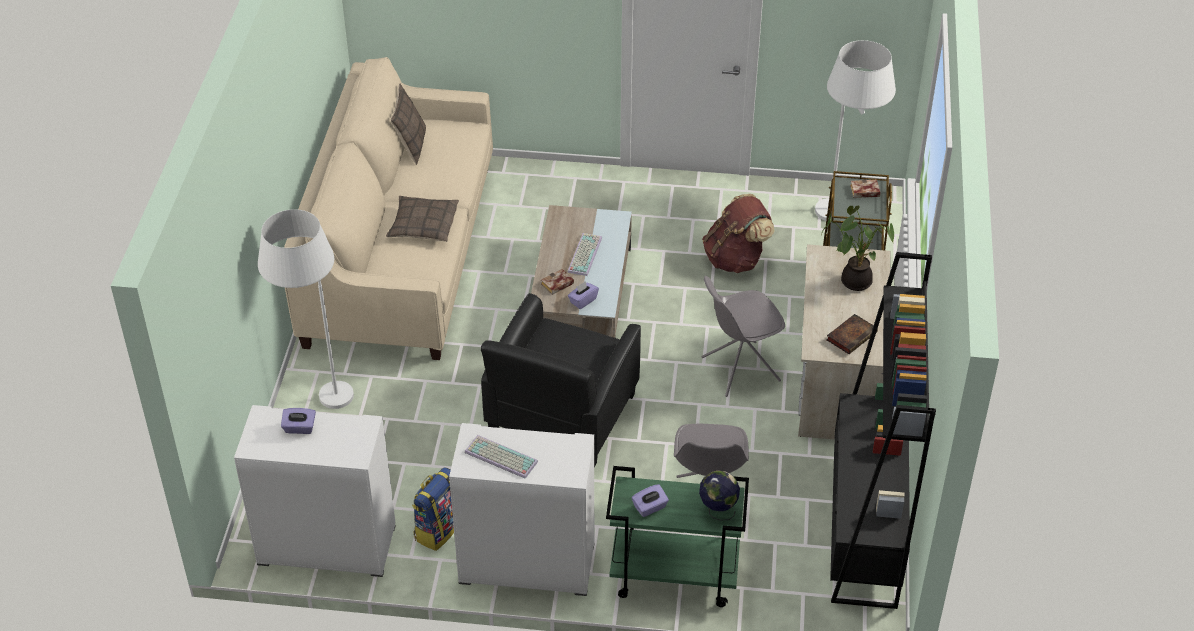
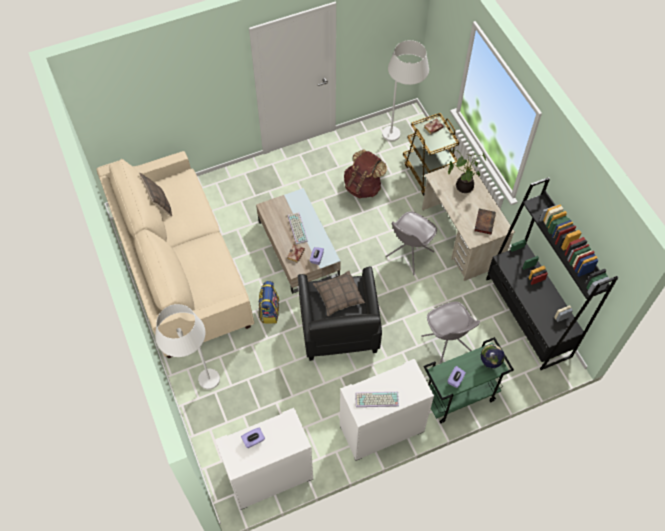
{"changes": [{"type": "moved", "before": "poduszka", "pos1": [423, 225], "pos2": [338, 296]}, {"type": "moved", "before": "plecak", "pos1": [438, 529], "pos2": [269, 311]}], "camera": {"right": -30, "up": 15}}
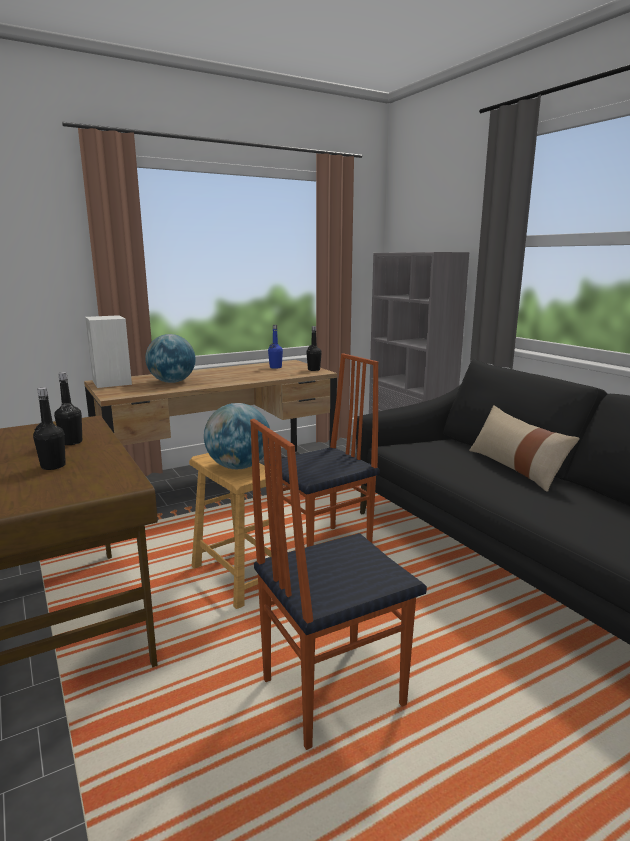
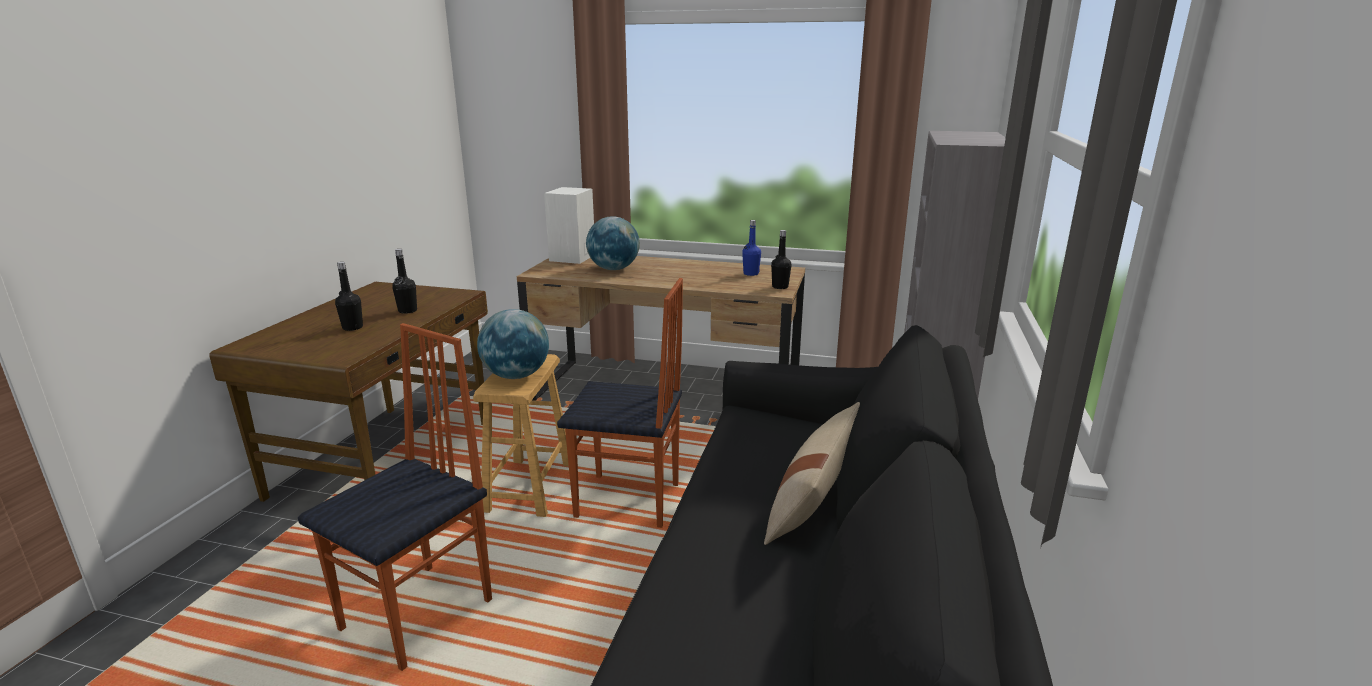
{"changes": [{"type": "turned", "before": "krzesło", "pos1": [330, 691], "pos2": [420, 614], "turn": 105}], "camera": {"right": 45, "up": 5}}
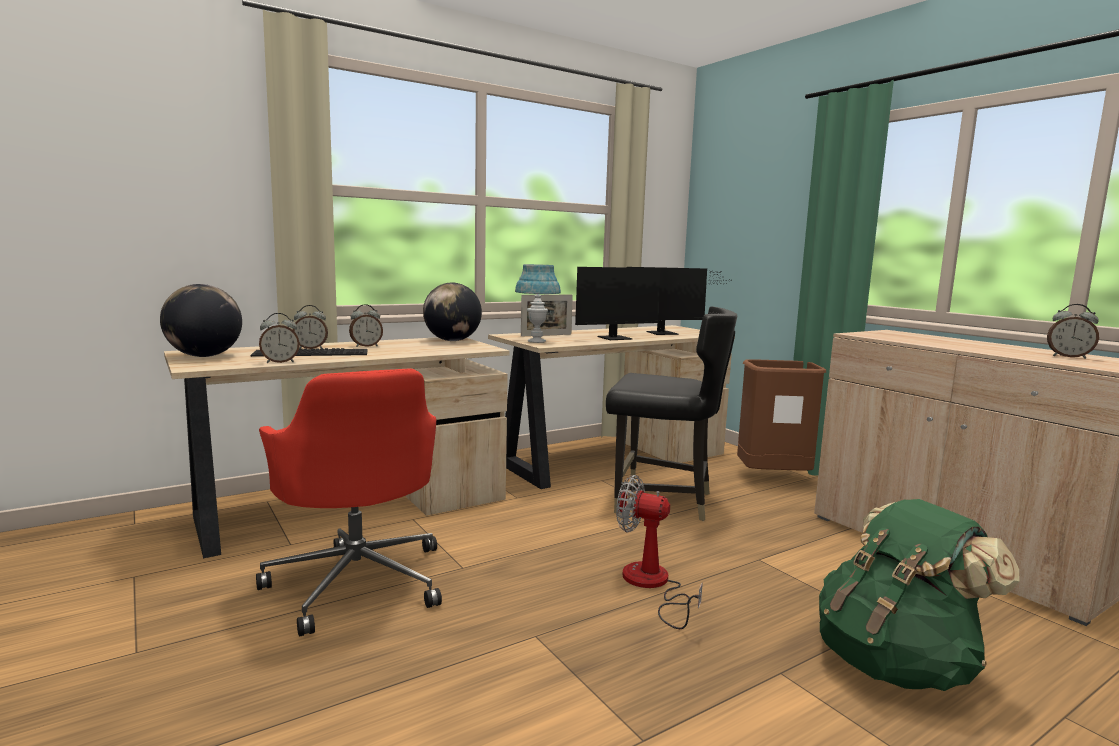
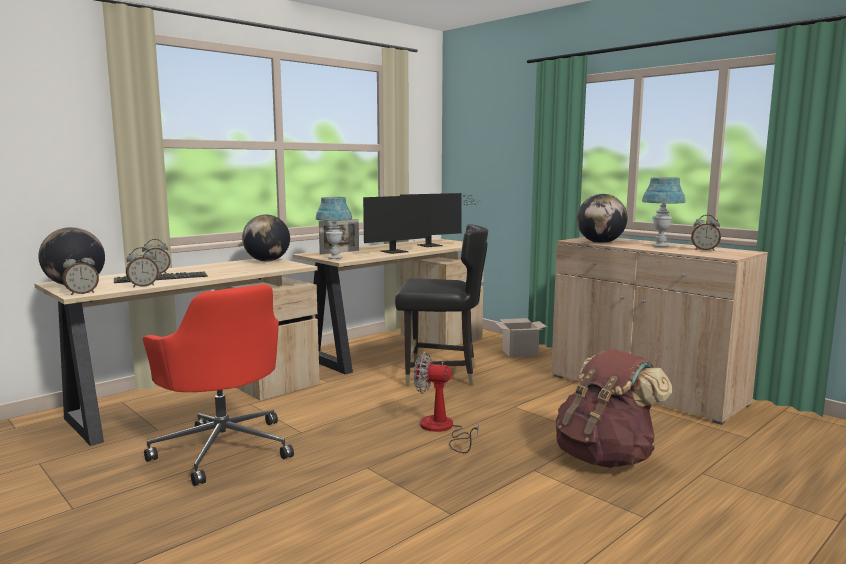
{"changes": [{"type": "added", "after": "globus", "pos2": [600, 243]}, {"type": "added", "after": "lampa stołowa [niebieski]", "pos2": [660, 246]}, {"type": "moved", "before": "budzik", "pos1": [366, 346], "pos2": [82, 293]}, {"type": "replaced", "before": "kosz na śmieci [brązowy]", "after": "karton", "pos1": [773, 479], "pos2": [520, 352]}, {"type": "recoloured", "before": "plecak [zielony]", "after": "plecak [brązowy]", "pos1": [895, 664], "pos2": [605, 457]}], "camera": {"right": -10, "up": 0}}
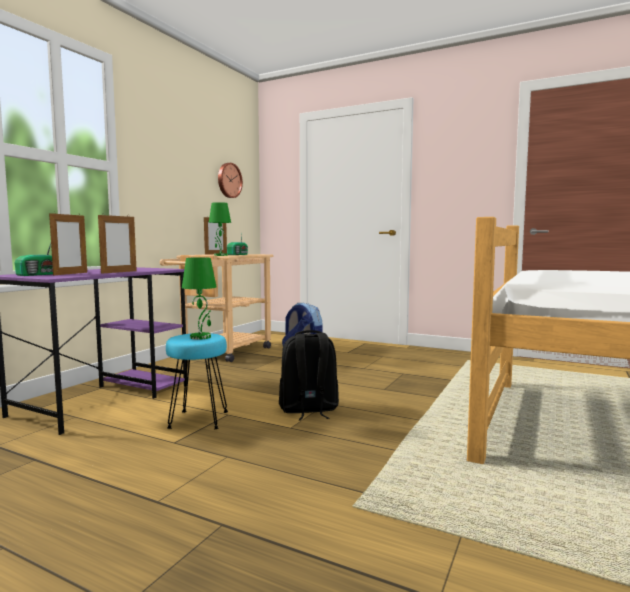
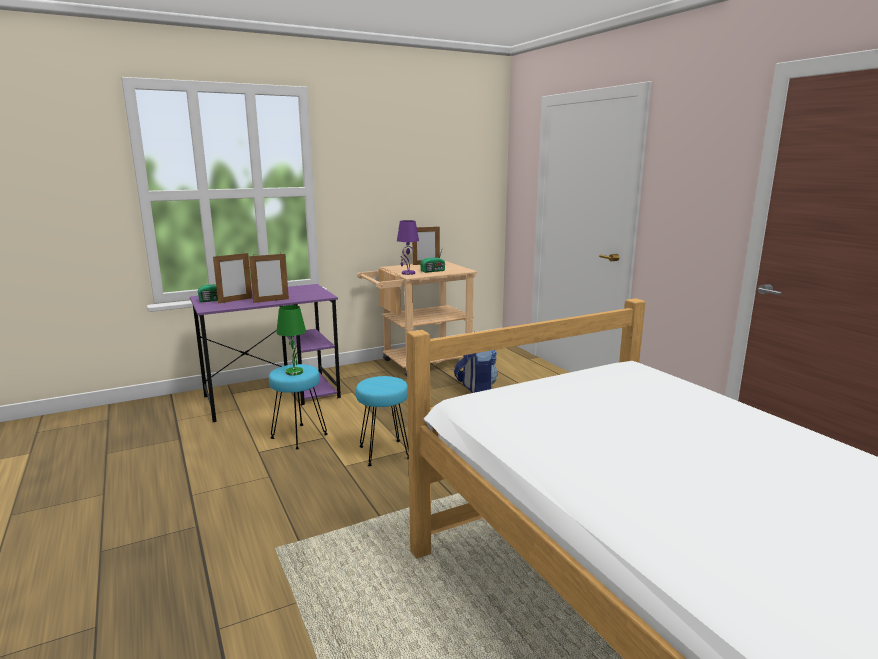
{"changes": [{"type": "removed", "before": "zegar ścienny", "pos1": [228, 180]}, {"type": "replaced", "before": "plecak [czarny]", "after": "stołek [turkusowy]", "pos1": [308, 410], "pos2": [383, 453]}, {"type": "recoloured", "before": "lampa stołowa [zielony]", "after": "lampa stołowa [fioletowy]", "pos1": [220, 255], "pos2": [408, 273]}], "camera": {"right": 35, "up": 10}}
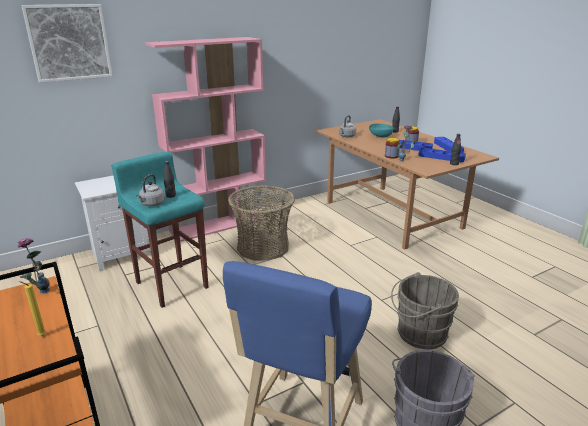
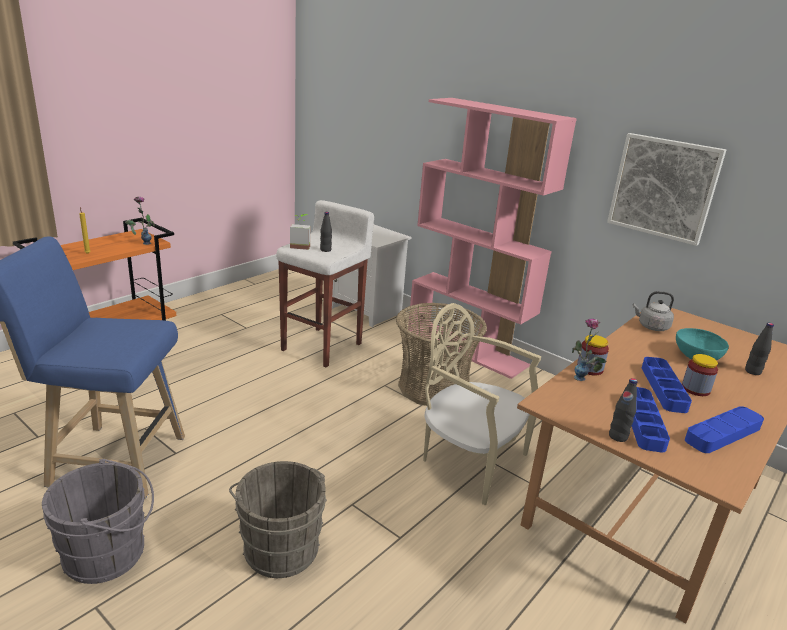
{"changes": [{"type": "added", "after": "krzesło [beżowy]", "pos2": [470, 461]}, {"type": "moved", "before": "obraz", "pos1": [69, 42], "pos2": [663, 188]}, {"type": "replaced", "before": "czajnik [szary]", "after": "roślina doniczkowa", "pos1": [152, 204], "pos2": [300, 246]}, {"type": "recoloured", "before": "stołek [turkusowy]", "after": "stołek [biały]", "pos1": [172, 284], "pos2": [323, 346]}], "camera": {"right": 70, "up": 0}}
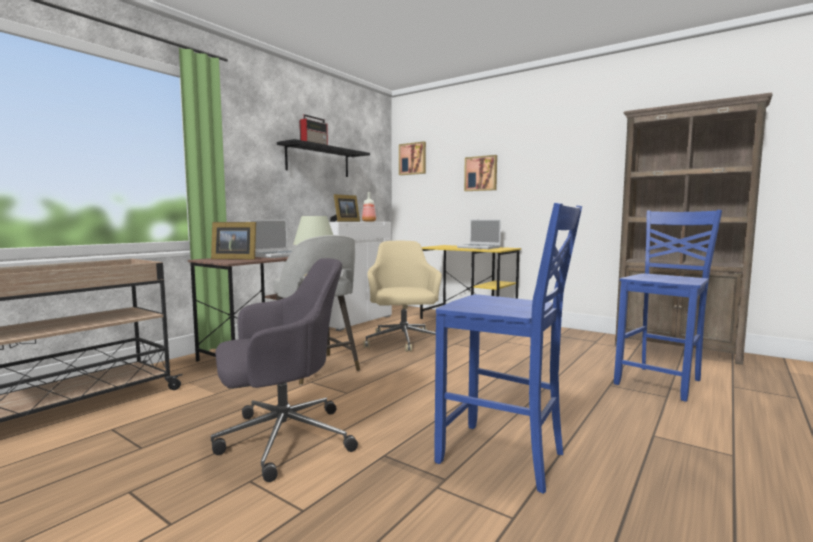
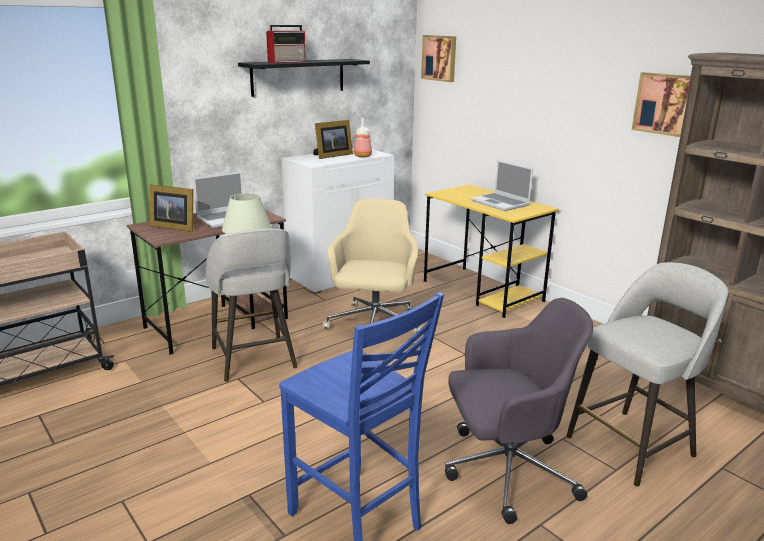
{"changes": [{"type": "moved", "before": "krzesło biurowe [szary]", "pos1": [281, 439], "pos2": [505, 471]}, {"type": "moved", "before": "obraz", "pos1": [481, 173], "pos2": [666, 104]}, {"type": "replaced", "before": "krzesło [niebieski]", "after": "stołek [szary]", "pos1": [661, 382], "pos2": [633, 445]}], "camera": {"right": 15, "up": 15}}
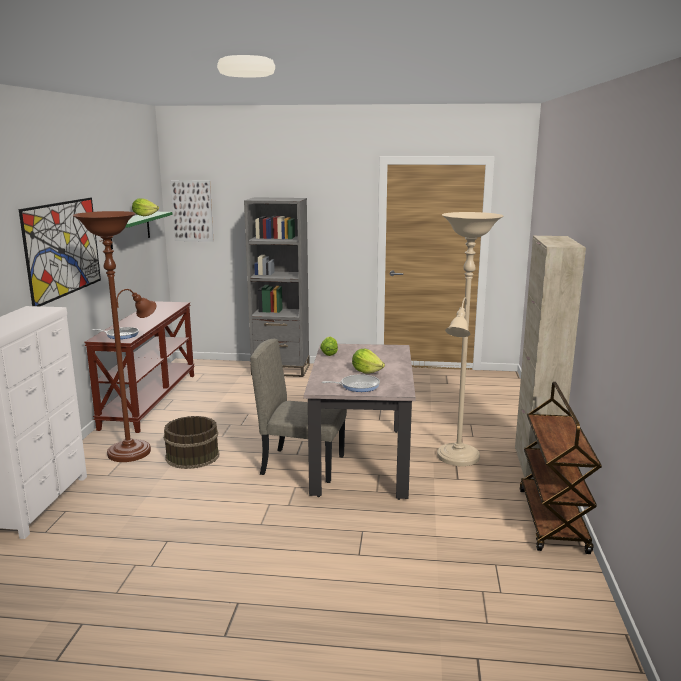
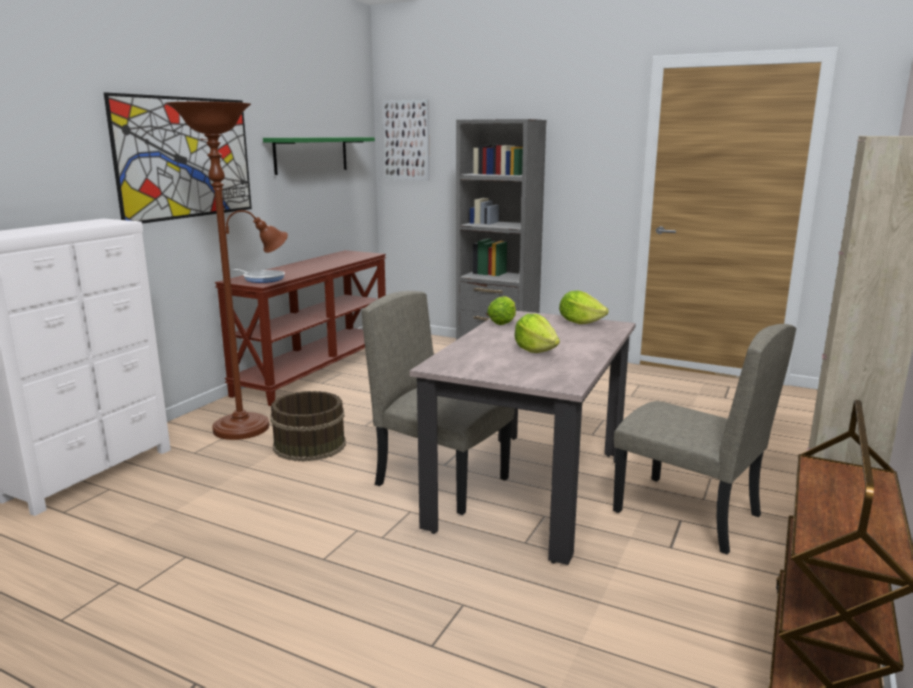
{"changes": [{"type": "removed", "before": "patelnia", "pos1": [357, 386]}, {"type": "moved", "before": "sałata", "pos1": [144, 216], "pos2": [580, 322]}, {"type": "replaced", "before": "lampa stojąca [beżowy]", "after": "krzesło [beżowy]", "pos1": [457, 459], "pos2": [686, 513]}], "camera": {"right": 20, "up": 0}}
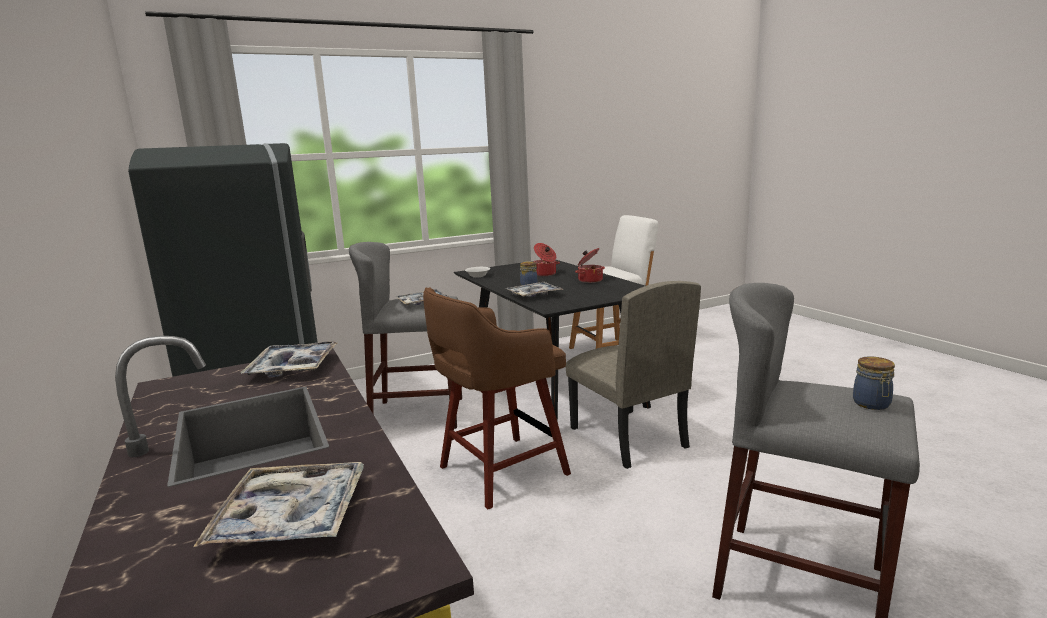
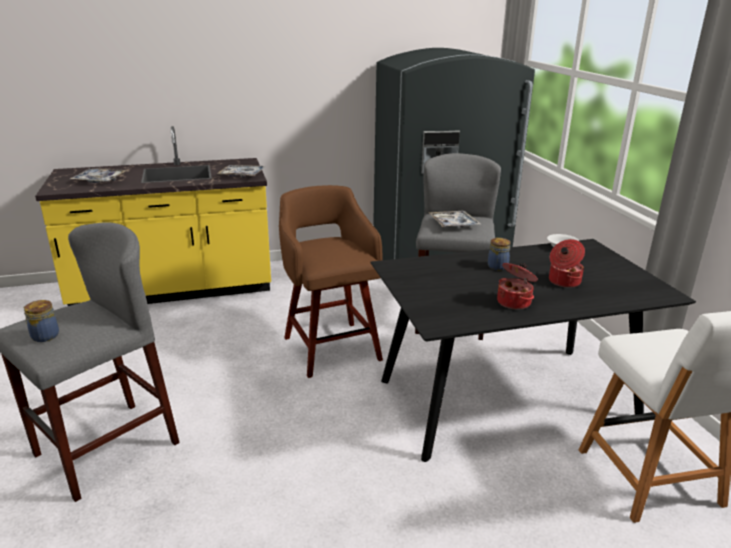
{"changes": [{"type": "removed", "before": "taca", "pos1": [534, 295]}, {"type": "removed", "before": "krzesło [beżowy]", "pos1": [627, 437]}], "camera": {"right": 100, "up": 10}}
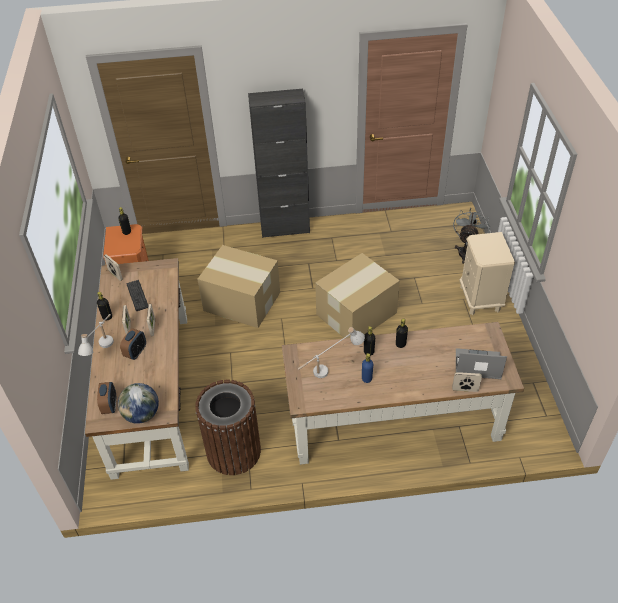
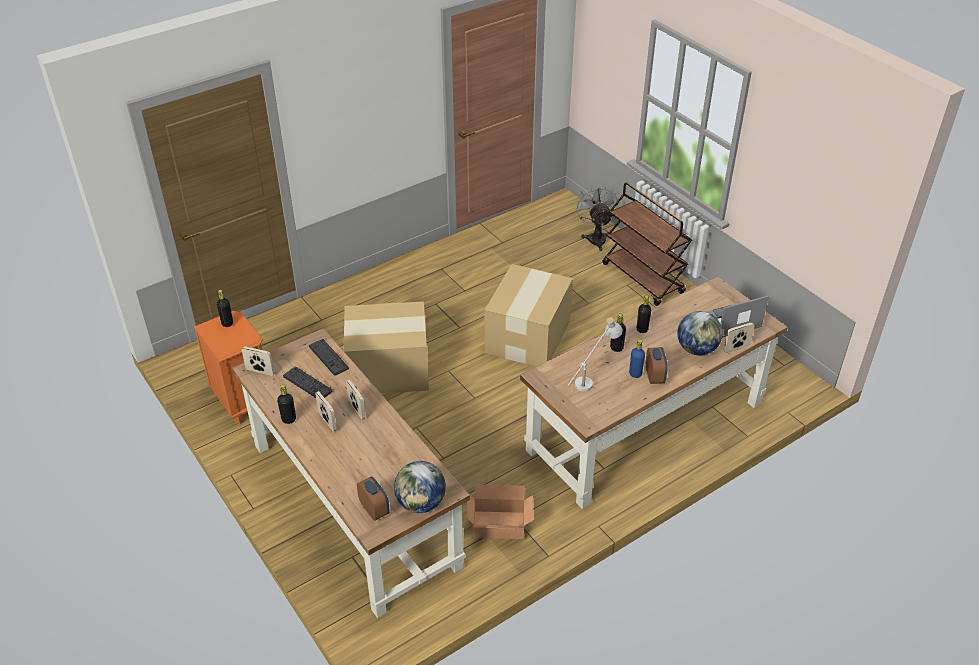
{"changes": [{"type": "removed", "before": "lampa stołowa [biały]", "pos1": [102, 350]}, {"type": "removed", "before": "szafka [czarny]", "pos1": [285, 228]}, {"type": "added", "after": "klawiatura", "pos2": [328, 357]}, {"type": "added", "after": "globus", "pos2": [697, 349]}, {"type": "moved", "before": "budzik", "pos1": [136, 352], "pos2": [654, 377]}, {"type": "replaced", "before": "kosz na śmieci [brązowy]", "after": "karton", "pos1": [233, 451], "pos2": [500, 526]}, {"type": "replaced", "before": "szafka nocna [beżowy]", "after": "wózek [brązowy]", "pos1": [480, 298], "pos2": [643, 279]}], "camera": {"right": -30, "up": -5}}
